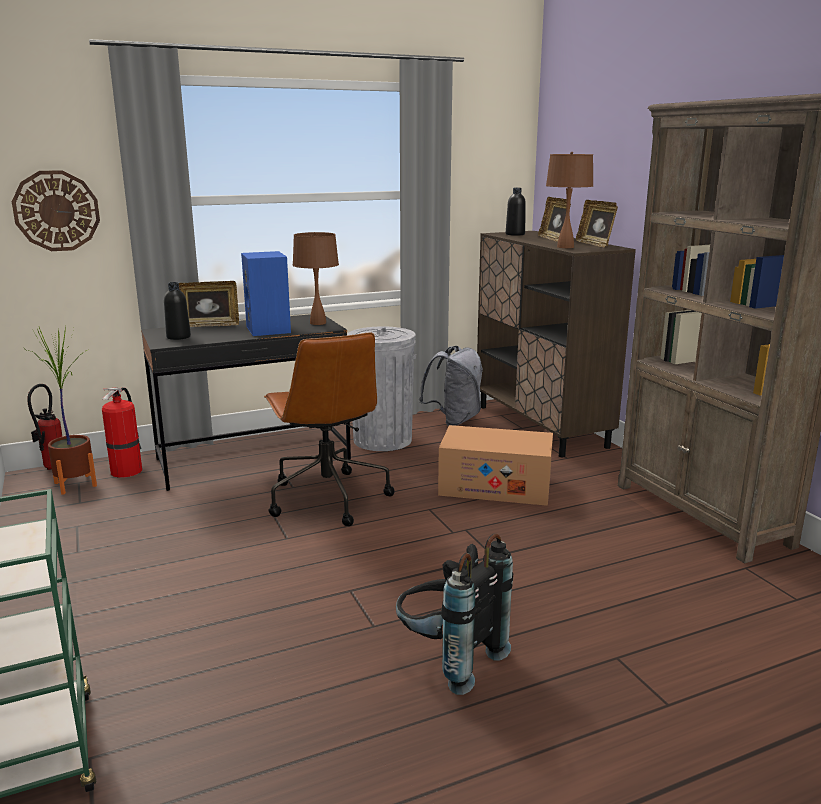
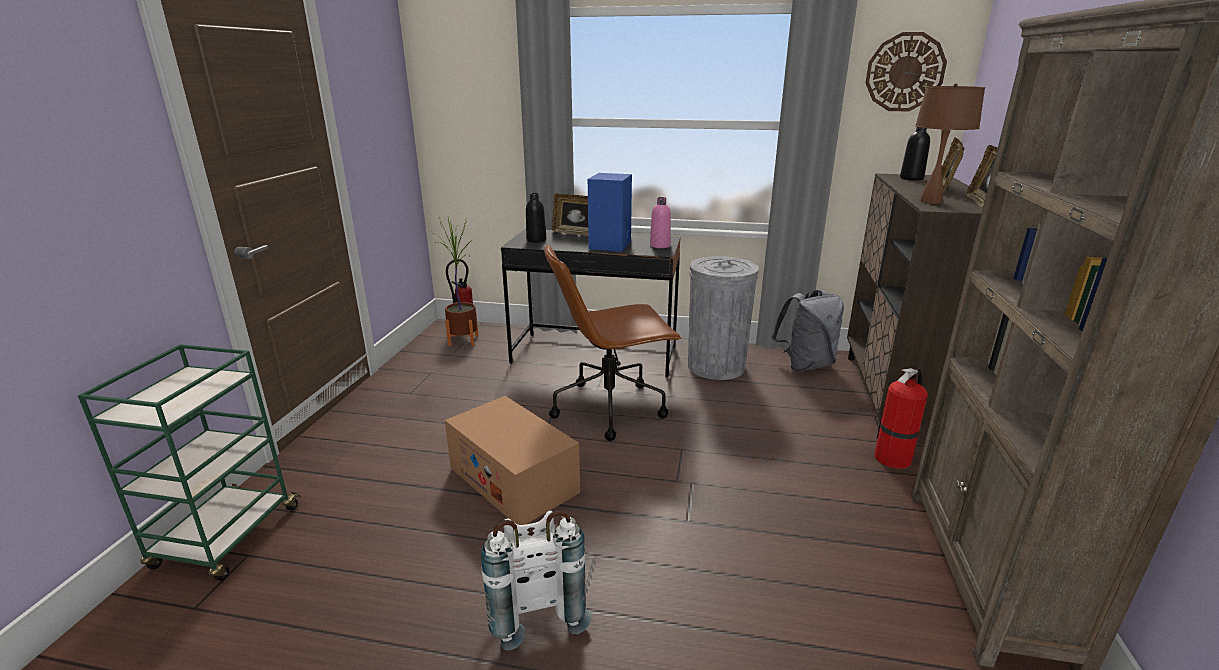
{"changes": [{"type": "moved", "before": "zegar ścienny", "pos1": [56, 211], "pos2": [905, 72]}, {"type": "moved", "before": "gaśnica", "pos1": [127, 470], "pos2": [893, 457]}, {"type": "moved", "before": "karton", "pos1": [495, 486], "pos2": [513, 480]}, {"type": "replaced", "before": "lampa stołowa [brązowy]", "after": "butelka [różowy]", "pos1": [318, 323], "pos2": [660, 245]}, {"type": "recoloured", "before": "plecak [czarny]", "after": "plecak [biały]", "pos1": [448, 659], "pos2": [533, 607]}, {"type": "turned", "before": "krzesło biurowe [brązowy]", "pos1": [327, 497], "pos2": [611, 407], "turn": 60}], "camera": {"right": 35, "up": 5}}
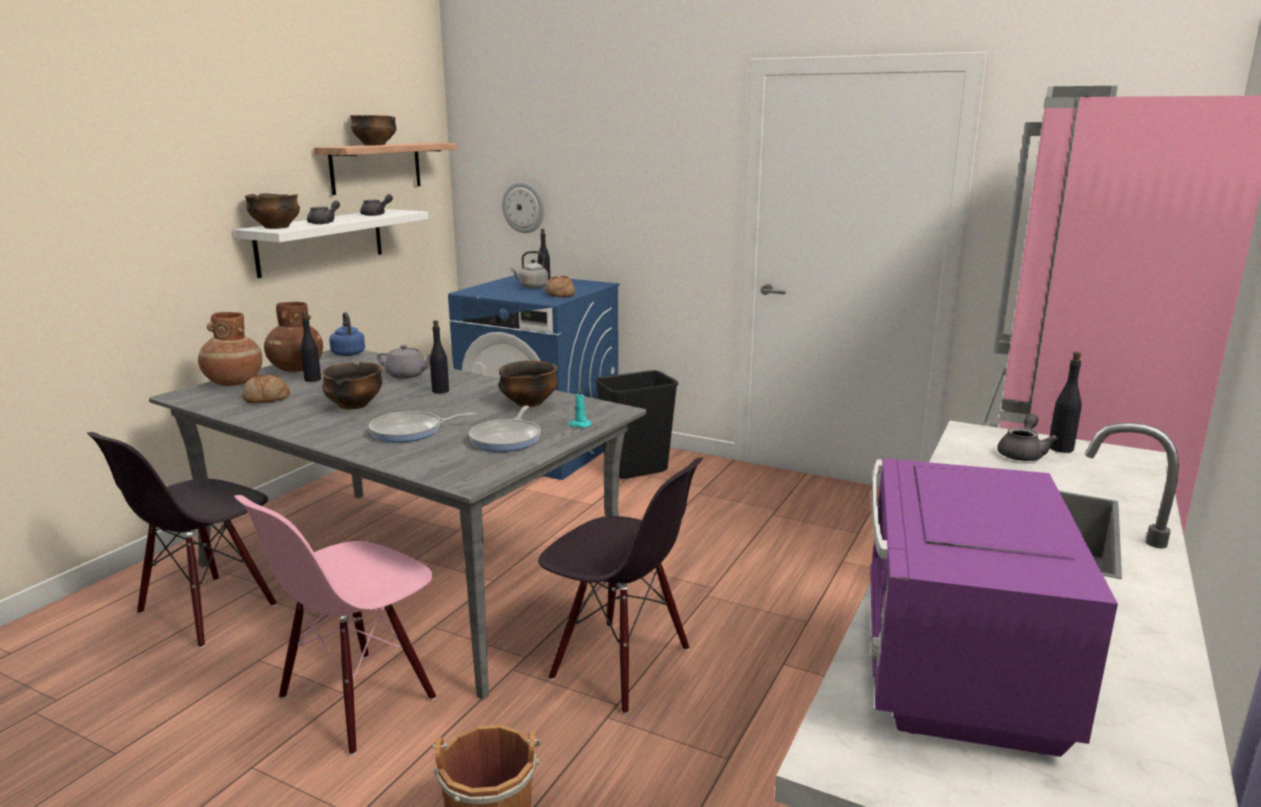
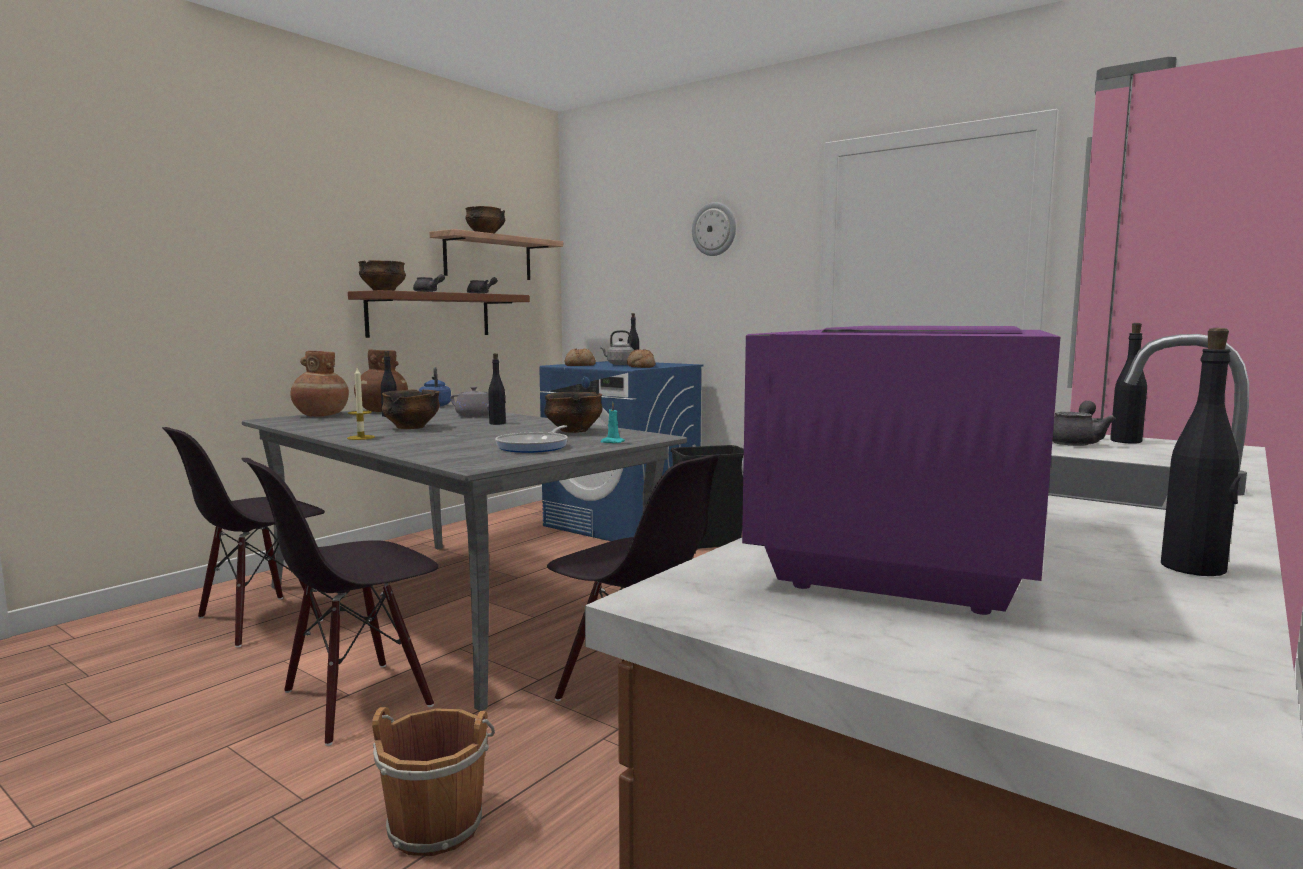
{"changes": [{"type": "removed", "before": "patelnia", "pos1": [410, 431]}, {"type": "added", "after": "świeca", "pos2": [361, 437]}, {"type": "added", "after": "butelka [czarny]", "pos2": [1194, 568]}, {"type": "moved", "before": "chleb", "pos1": [266, 399], "pos2": [579, 365]}, {"type": "moved", "before": "zegar ścienny", "pos1": [524, 207], "pos2": [714, 229]}, {"type": "recoloured", "before": "krzesło [różowy]", "after": "krzesło [czarny]", "pos1": [357, 700], "pos2": [356, 700]}, {"type": "recoloured", "before": "półka [biały]", "after": "półka [brązowy]", "pos1": [321, 241], "pos2": [430, 315]}], "camera": {"right": 10, "up": -10}}
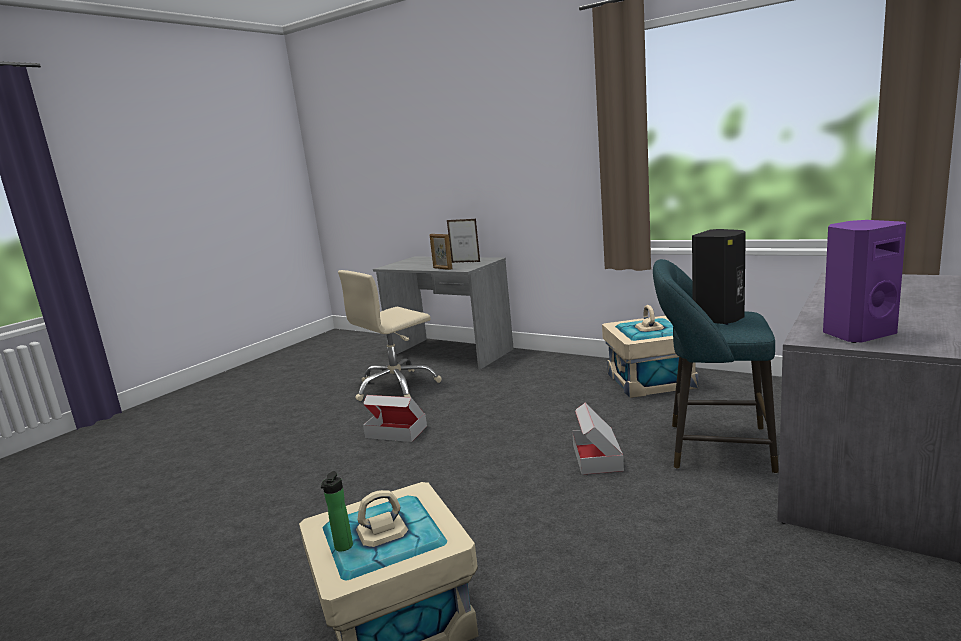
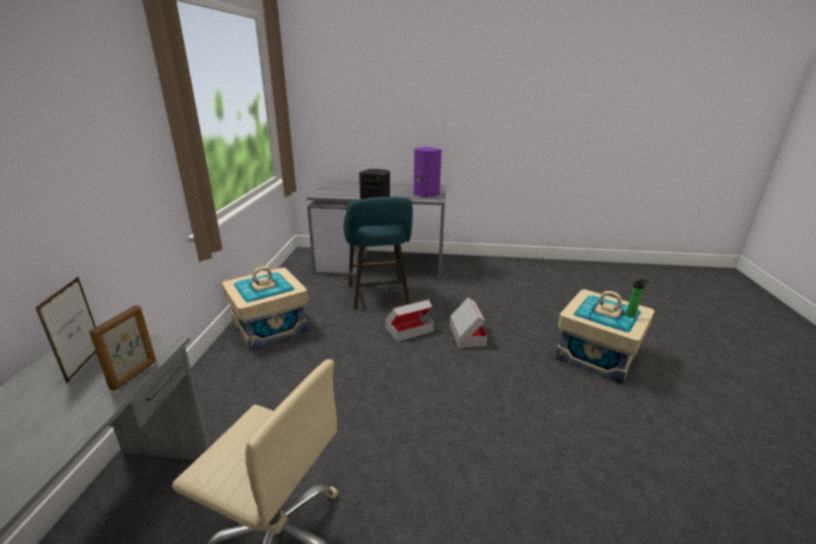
{"changes": [{"type": "moved", "before": "karton", "pos1": [396, 432], "pos2": [467, 335]}], "camera": {"right": -120, "up": 10}}
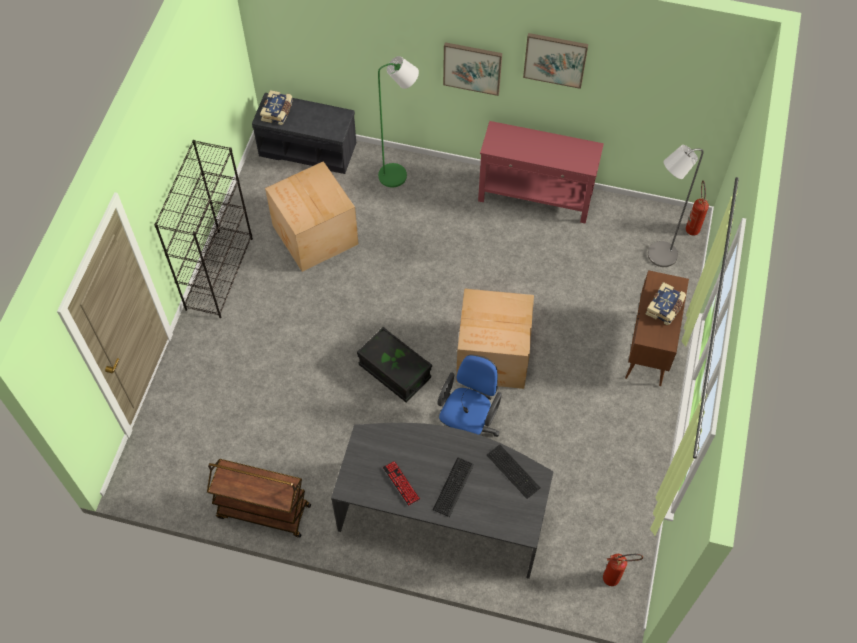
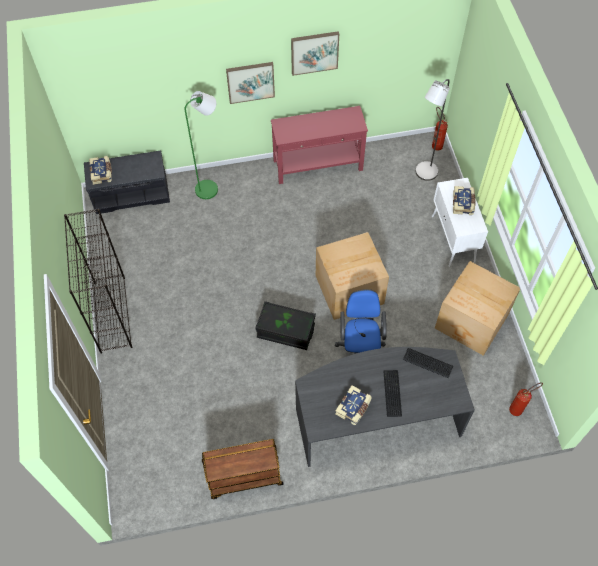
{"changes": [{"type": "moved", "before": "karton", "pos1": [315, 236], "pos2": [472, 322]}, {"type": "replaced", "before": "klawiatura", "after": "książka", "pos1": [401, 483], "pos2": [353, 408]}, {"type": "recoloured", "before": "szafka [brązowy]", "after": "szafka [biały]", "pos1": [649, 348], "pos2": [453, 239]}], "camera": {"right": -25, "up": 0}}
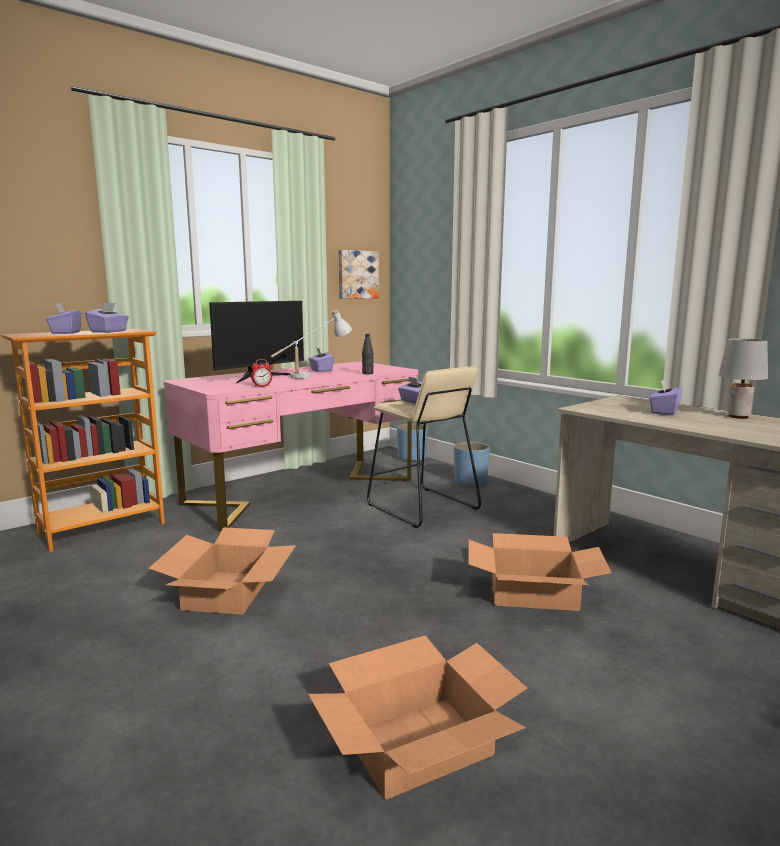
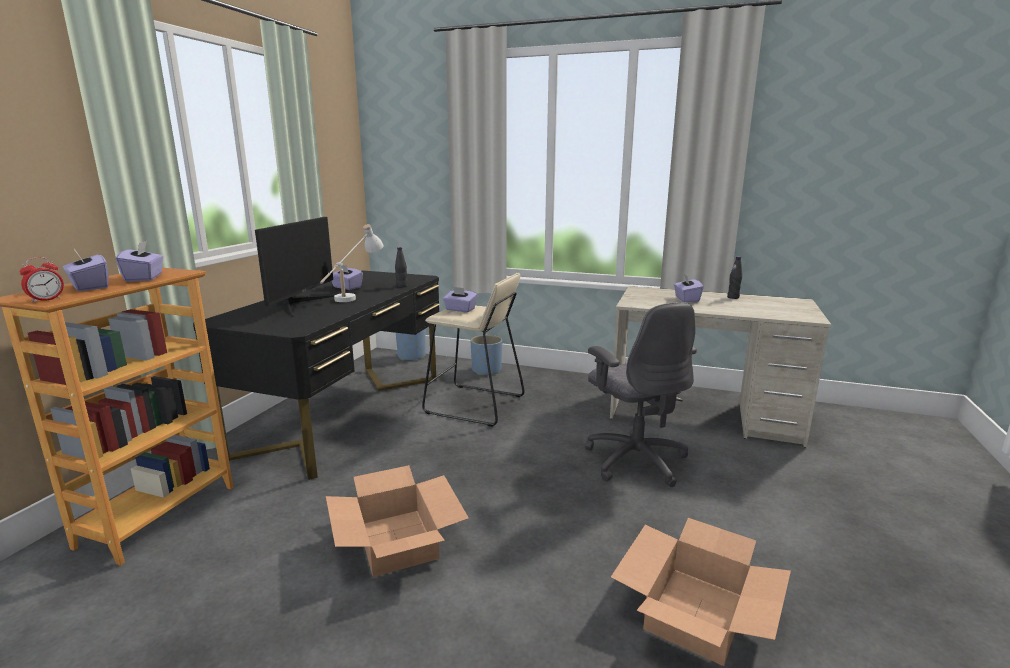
{"changes": [{"type": "removed", "before": "obraz", "pos1": [357, 274]}, {"type": "moved", "before": "budzik", "pos1": [262, 386], "pos2": [46, 300]}, {"type": "replaced", "before": "karton", "after": "krzesło biurowe [szary]", "pos1": [533, 592], "pos2": [635, 460]}, {"type": "replaced", "before": "lampa stołowa [szary]", "after": "butelka [czarny]", "pos1": [738, 417], "pos2": [733, 297]}, {"type": "recoloured", "before": "biurko [różowy]", "after": "biurko [czarny]", "pos1": [303, 491], "pos2": [346, 413]}], "camera": {"right": -30, "up": 5}}
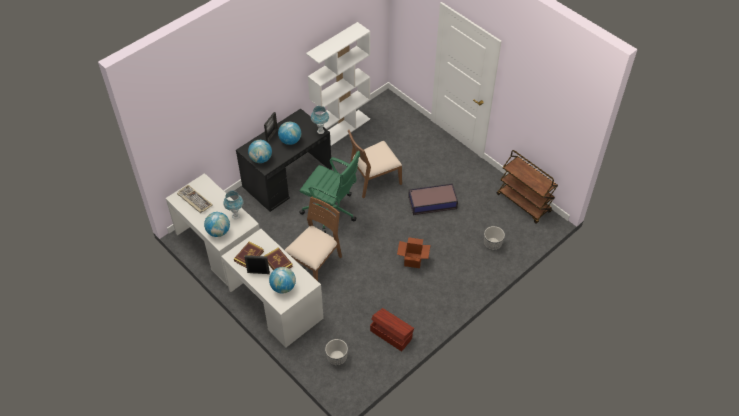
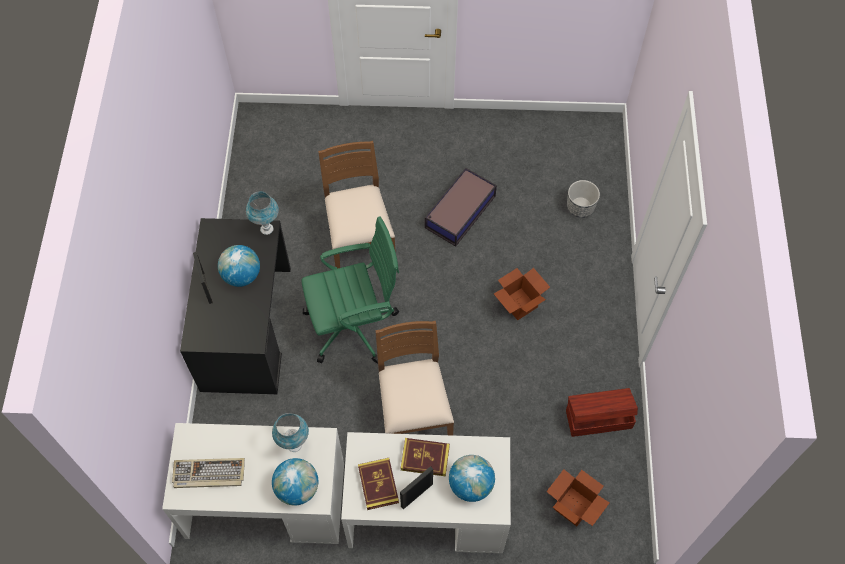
{"changes": [{"type": "removed", "before": "globus", "pos1": [261, 159]}, {"type": "removed", "before": "regał [biały]", "pos1": [341, 129]}, {"type": "removed", "before": "wózek [brązowy]", "pos1": [524, 203]}, {"type": "replaced", "before": "donica", "after": "karton", "pos1": [336, 358], "pos2": [573, 507]}, {"type": "turned", "before": "krzesło [brązowy]", "pos1": [374, 180], "pos2": [359, 239], "turn": 150}], "camera": {"right": -45, "up": 10}}
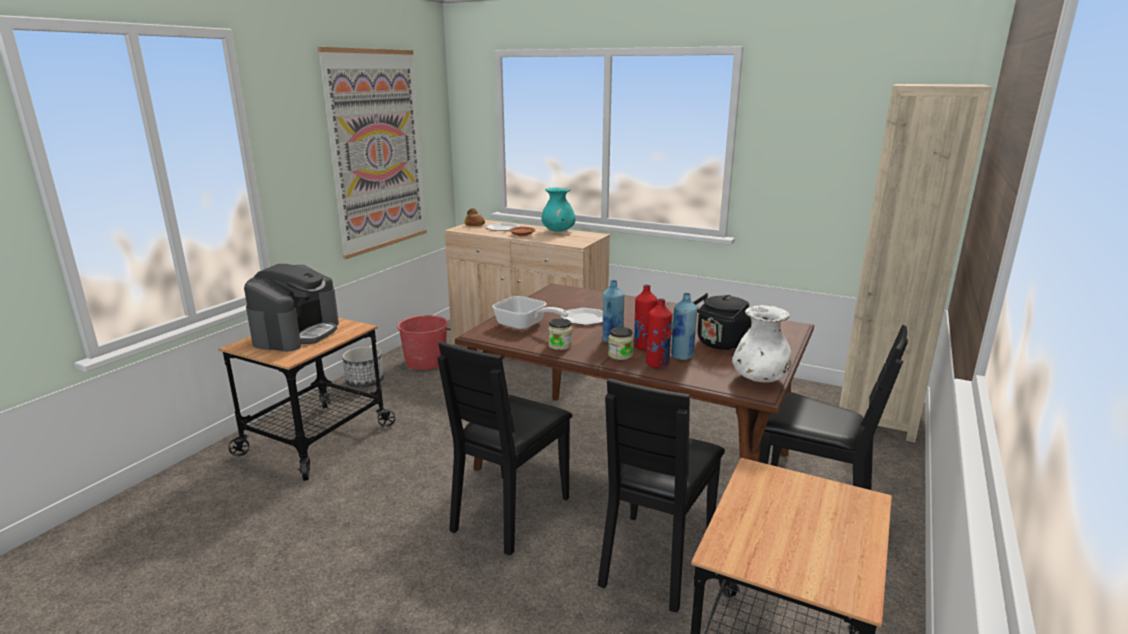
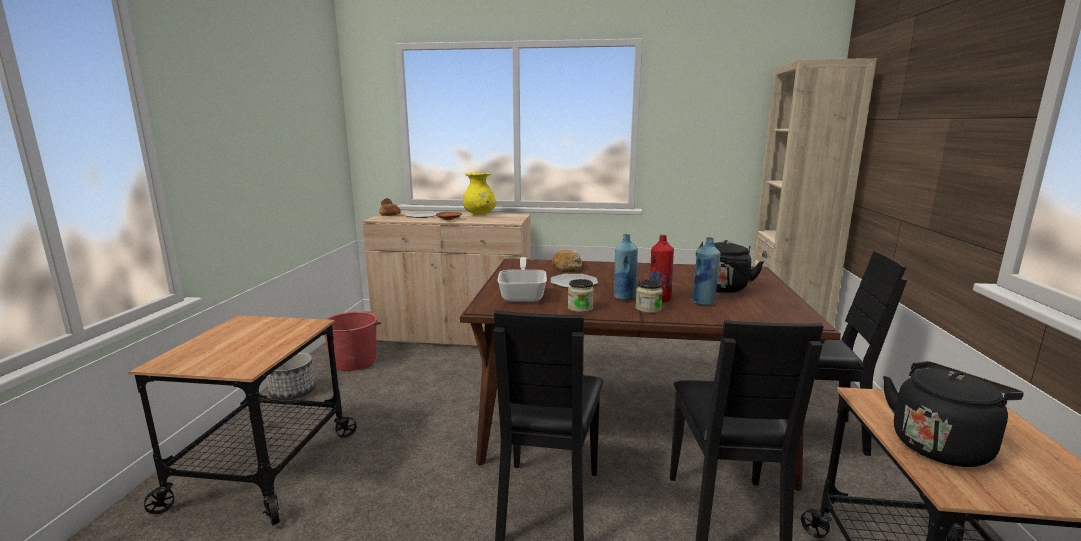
{"changes": [{"type": "removed", "before": "ekspres do kawy", "pos1": [297, 333]}, {"type": "removed", "before": "obraz", "pos1": [377, 151]}, {"type": "removed", "before": "butelka [czerwony]", "pos1": [657, 364]}, {"type": "removed", "before": "wazon [biały]", "pos1": [759, 379]}, {"type": "added", "after": "chleb", "pos2": [567, 267]}, {"type": "added", "after": "czajnik [czarny]", "pos2": [941, 445]}, {"type": "recoloured", "before": "wazon [turkusowy]", "after": "wazon [żółty]", "pos1": [558, 231], "pos2": [480, 214]}, {"type": "turned", "before": "patelnia", "pos1": [525, 325], "pos2": [523, 295], "turn": -105}], "camera": {"right": -20, "up": -5}}
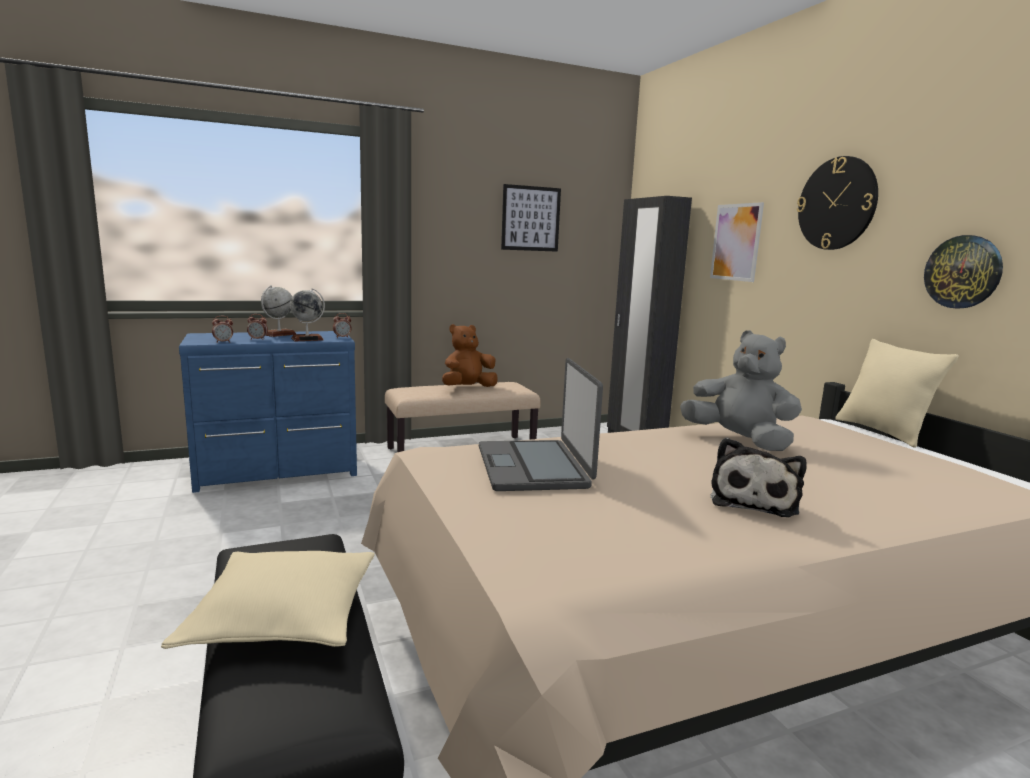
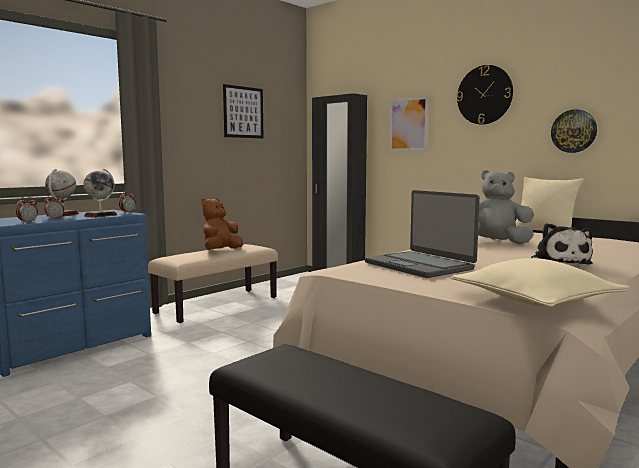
{"changes": [{"type": "moved", "before": "poduszka [beżowy]", "pos1": [283, 616], "pos2": [535, 300]}], "camera": {"right": -25, "up": -5}}
